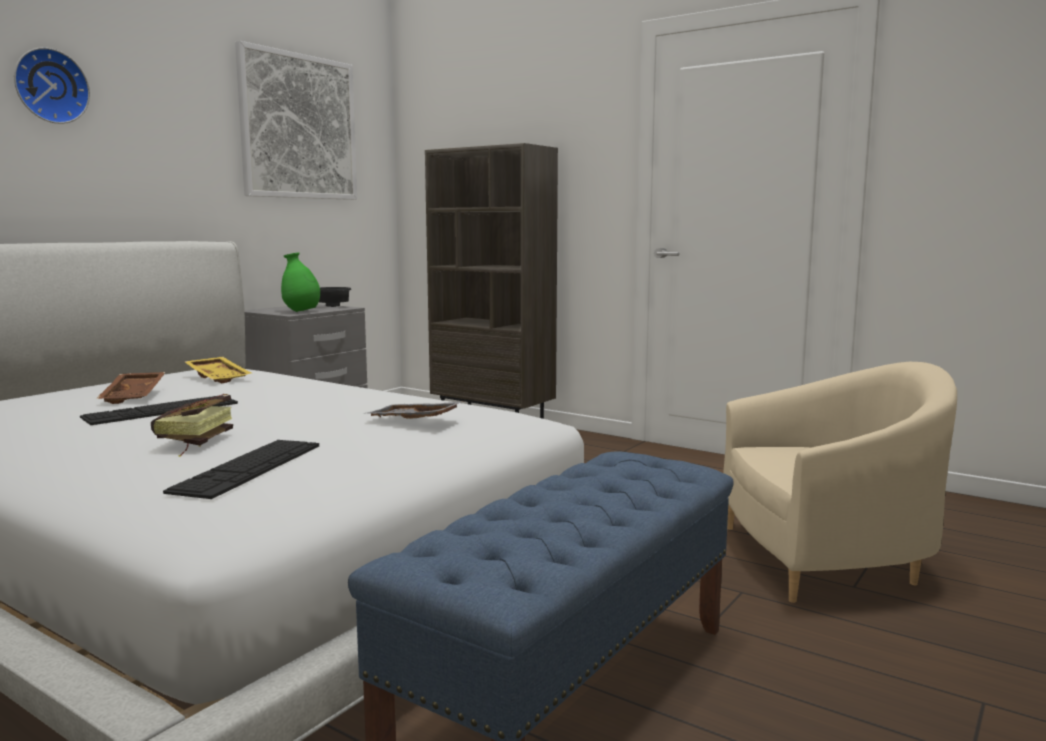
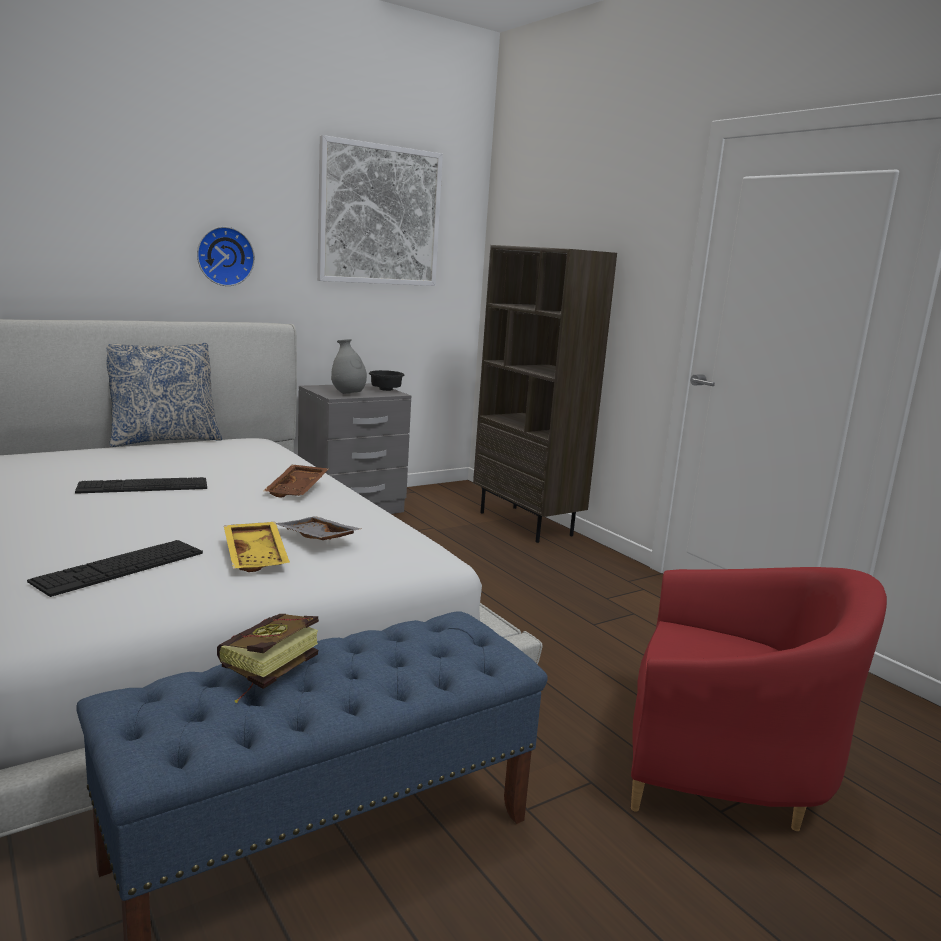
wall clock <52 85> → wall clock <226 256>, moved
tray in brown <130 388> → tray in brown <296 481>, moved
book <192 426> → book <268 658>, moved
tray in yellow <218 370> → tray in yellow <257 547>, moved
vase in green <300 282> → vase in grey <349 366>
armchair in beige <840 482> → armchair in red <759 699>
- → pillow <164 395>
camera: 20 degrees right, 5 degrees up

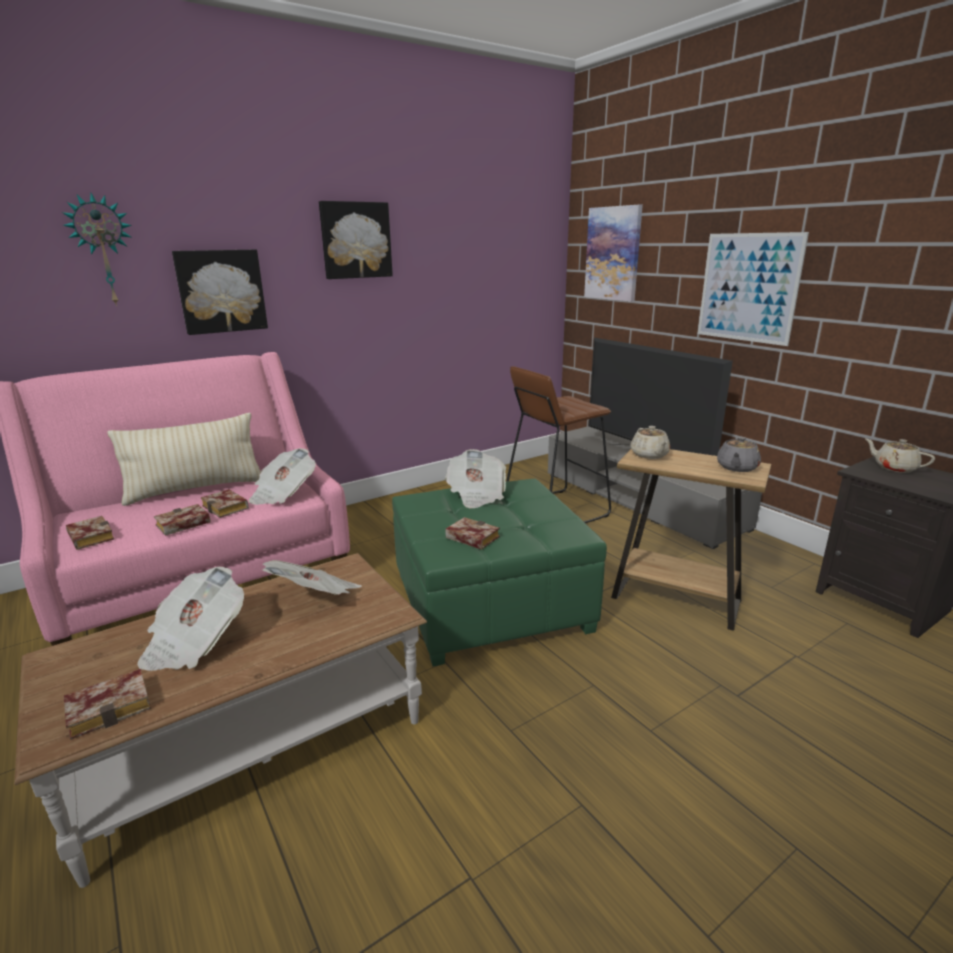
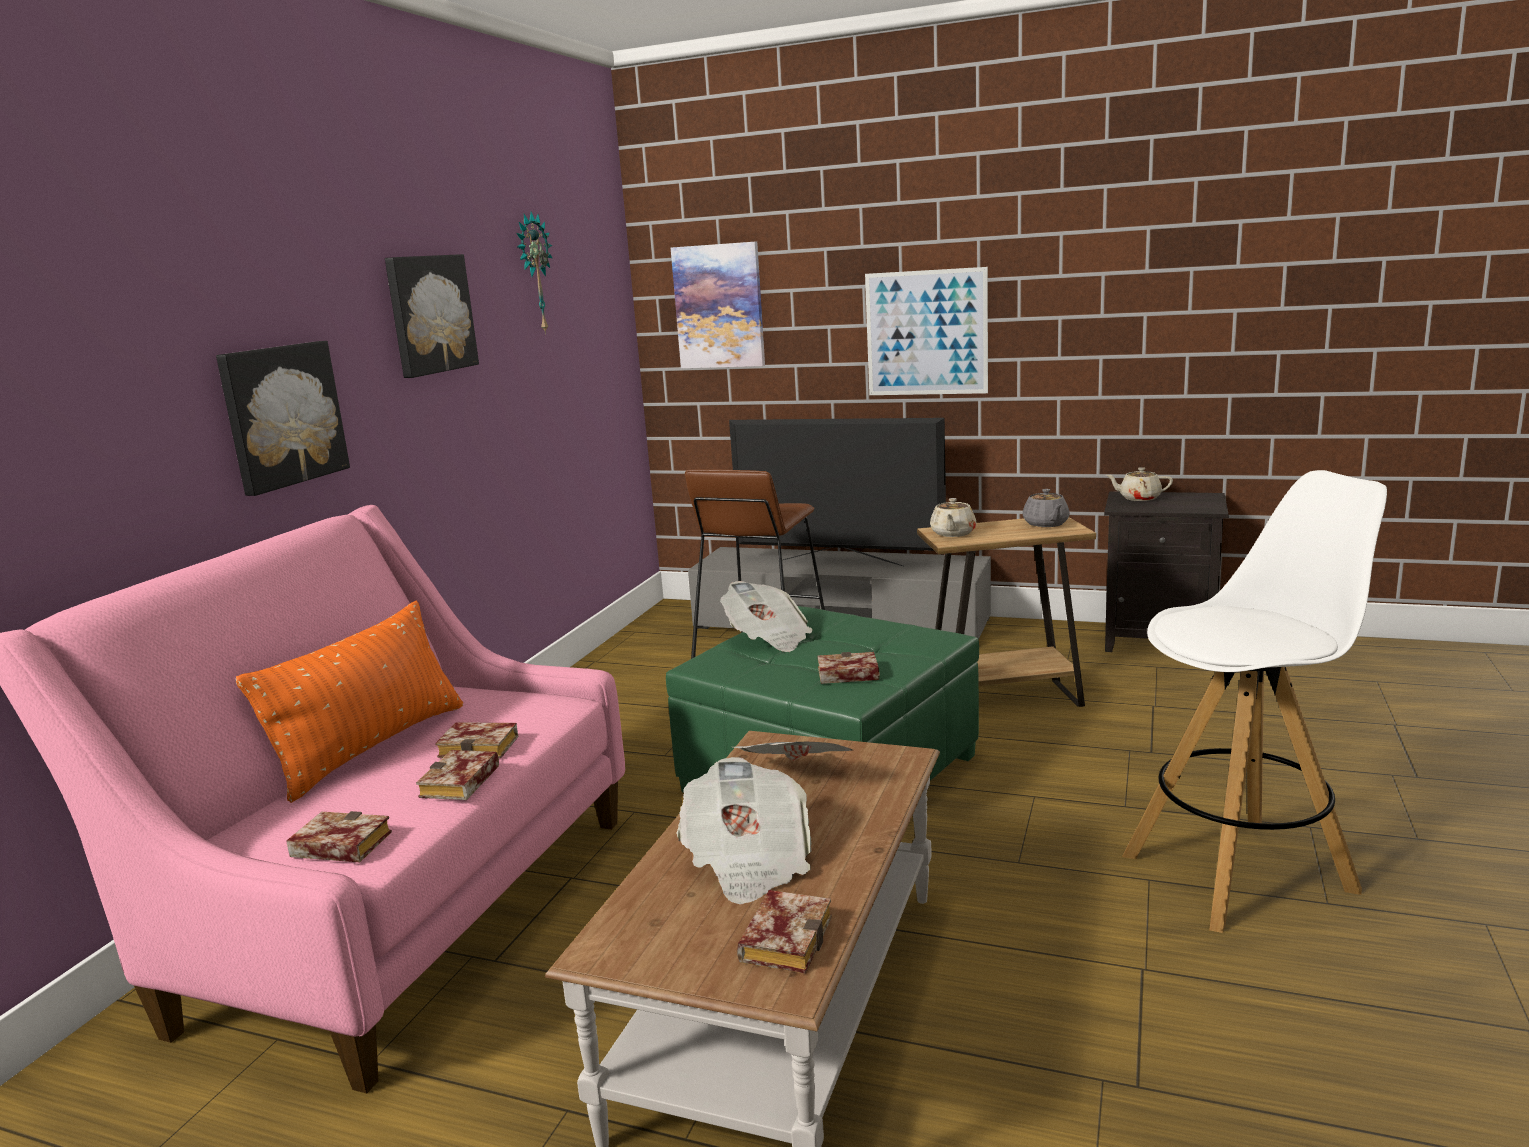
wall clock <97 249> → wall clock <534 273>, moved
pillow in beige <184 459> → pillow in orange <349 701>
newspaper <282 476> → -
teapot in beige <650 442> → teapot in beige <953 517>, 60 degrees clockwise
- → stool in white <1254 701>
camera: 35 degrees left, 5 degrees down

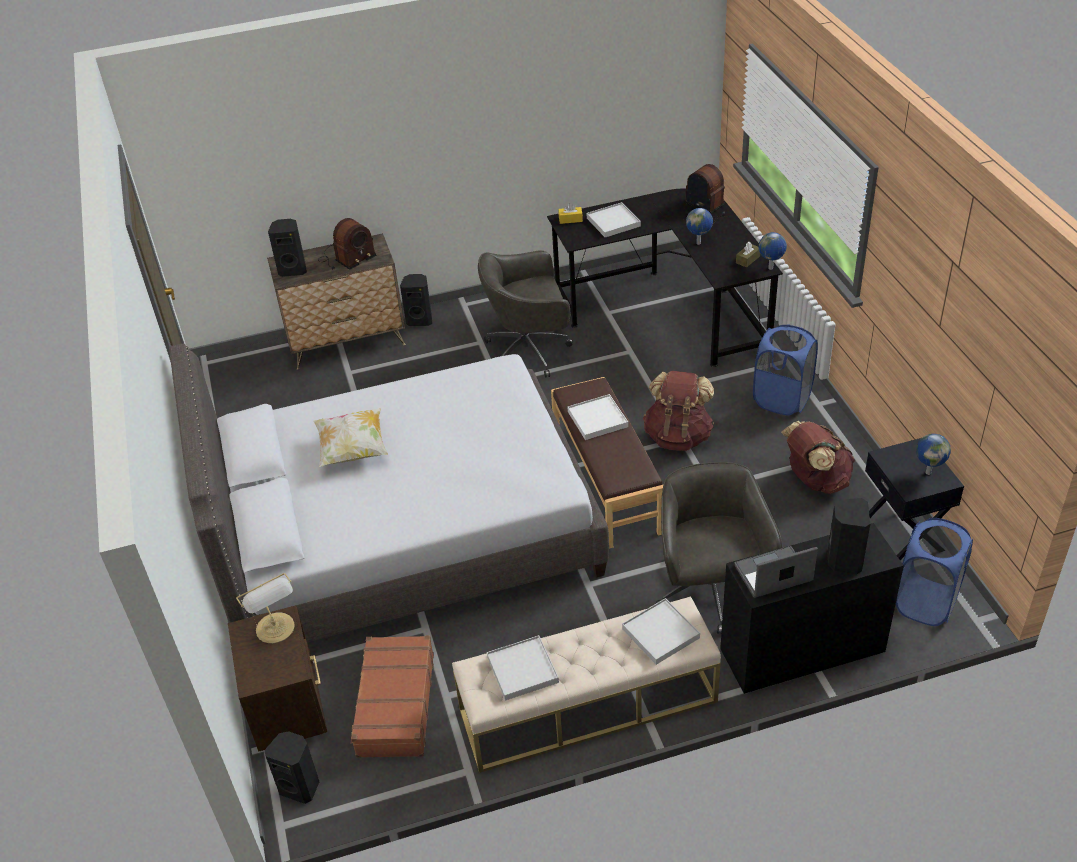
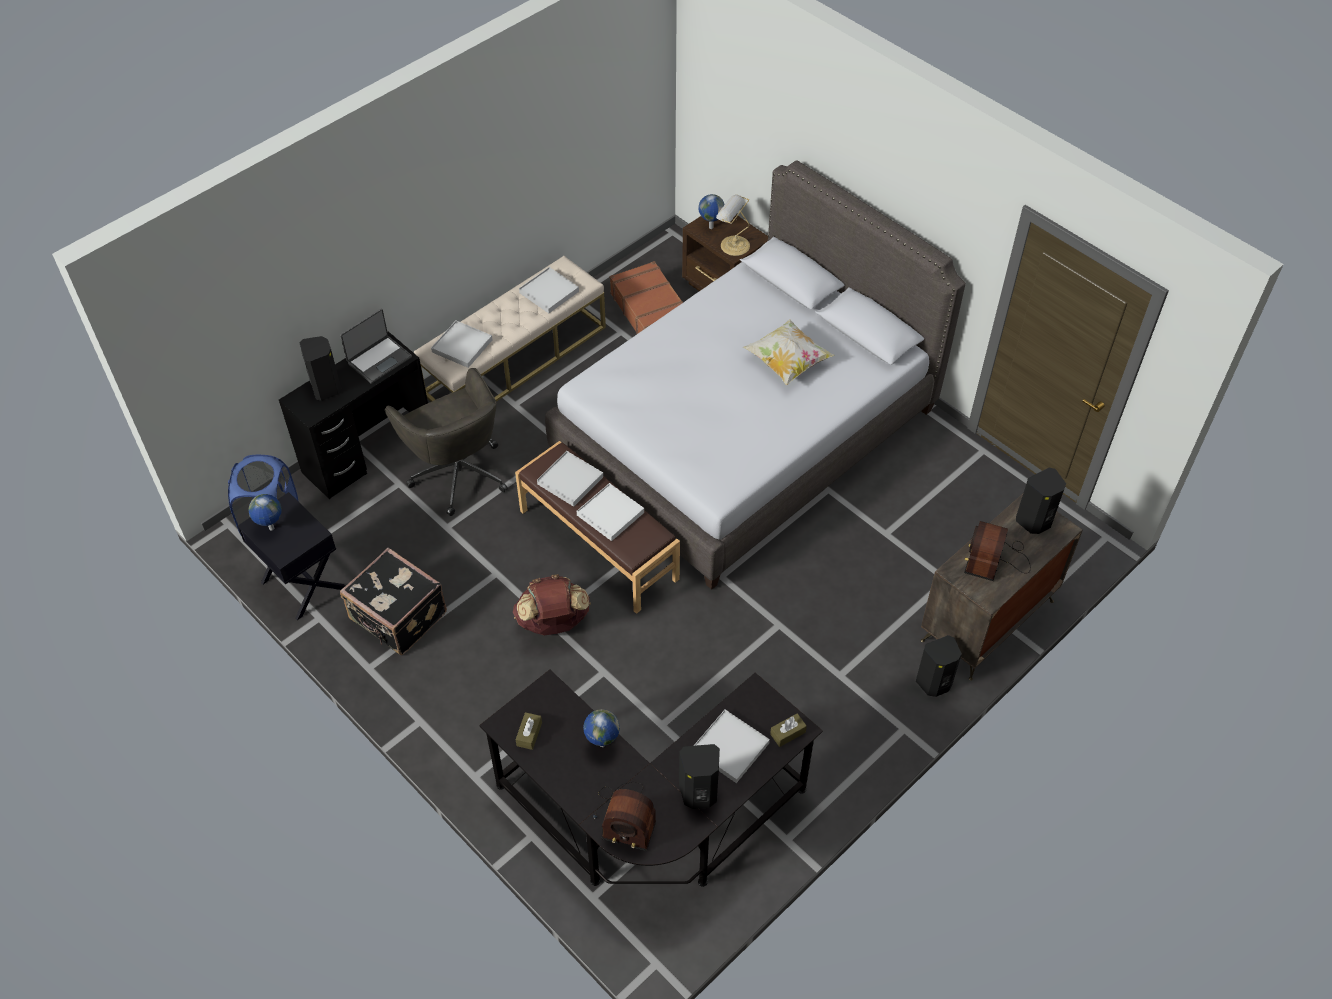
speaker in black <291 767> → speaker in black <699 776>, moved
office chair in grey <525 314> → -
tissue box in yellow <570 213> → tissue box in brown <788 730>
laundry basket in blue <785 370> → -
globe <773 251> → globe <712 211>, moved
backpack in brown <818 457> → suitcase in black <393 601>
- → tray in white <570 479>
camera: 150 degrees right, 10 degrees up

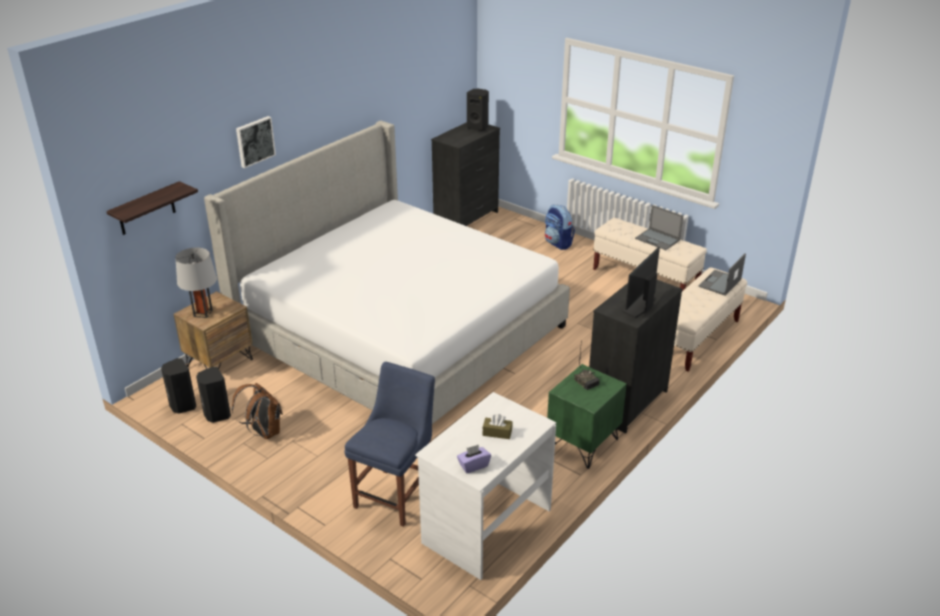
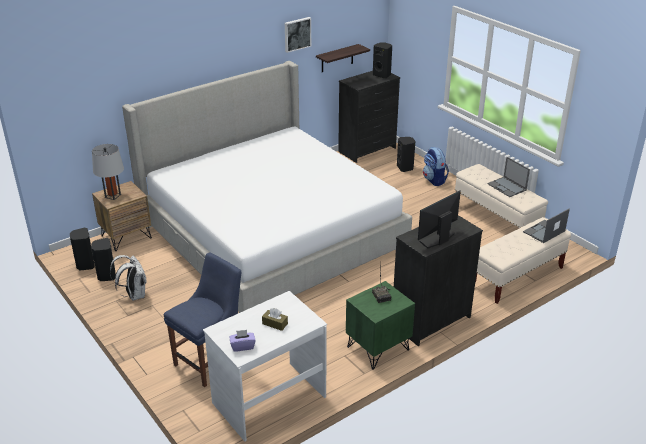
shelf <152 208> → shelf <343 58>, moved
backpack in brown <257 411> → backpack in white <128 278>
picture <256 142> → picture <298 35>, moved
- → speaker in black <406 154>
camera: 15 degrees right, 0 degrees up

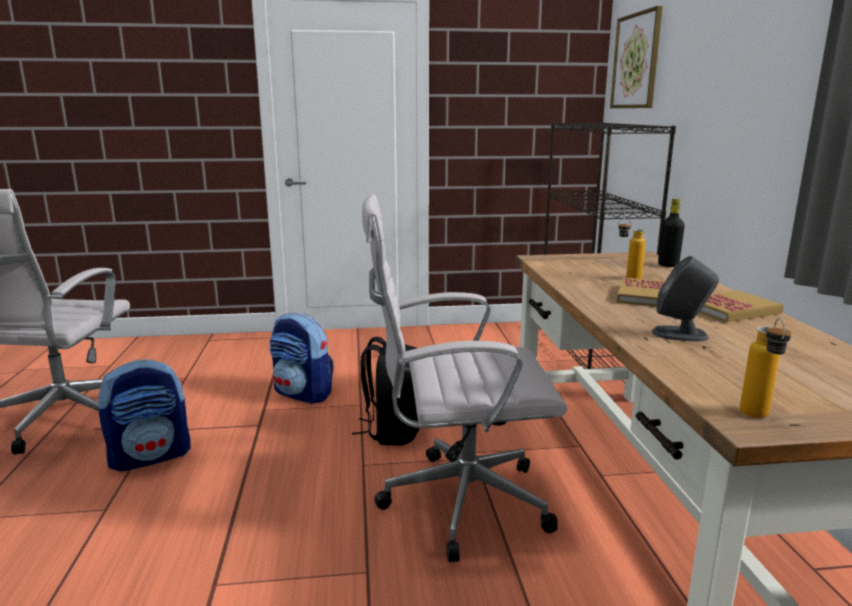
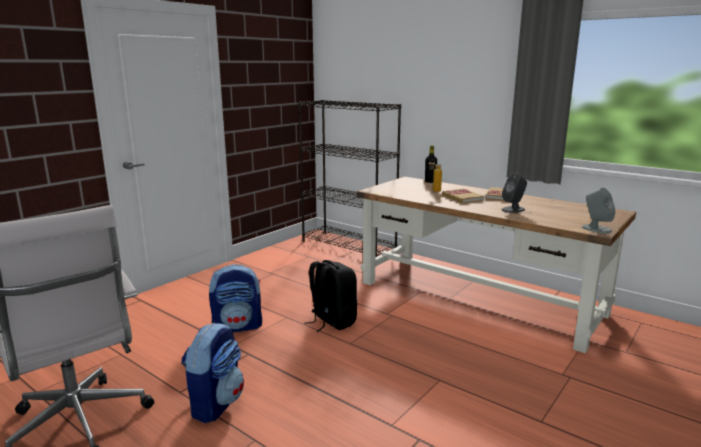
office chair in white <465 378> → -
picture <636 57> → -
bottle <765 368> → speaker in grey <599 211>
camera: 45 degrees left, 0 degrees up

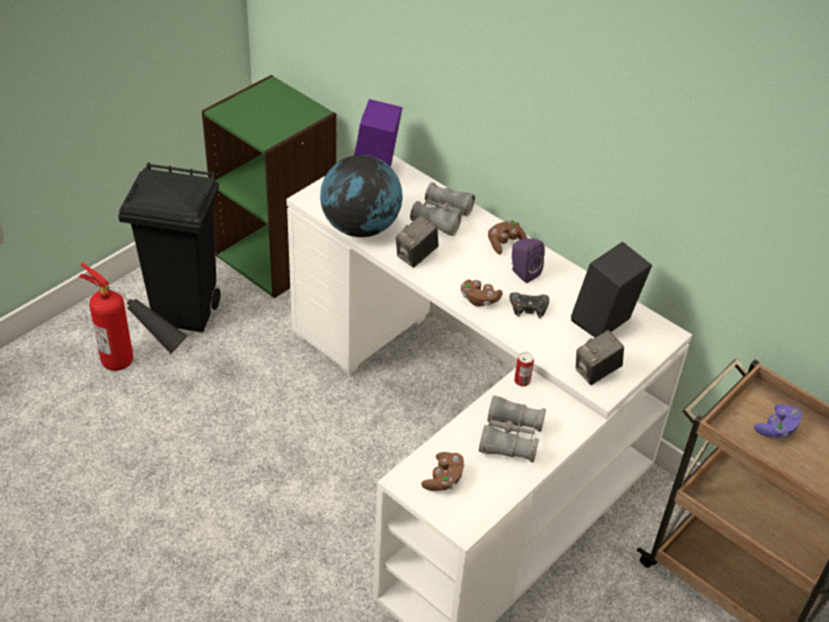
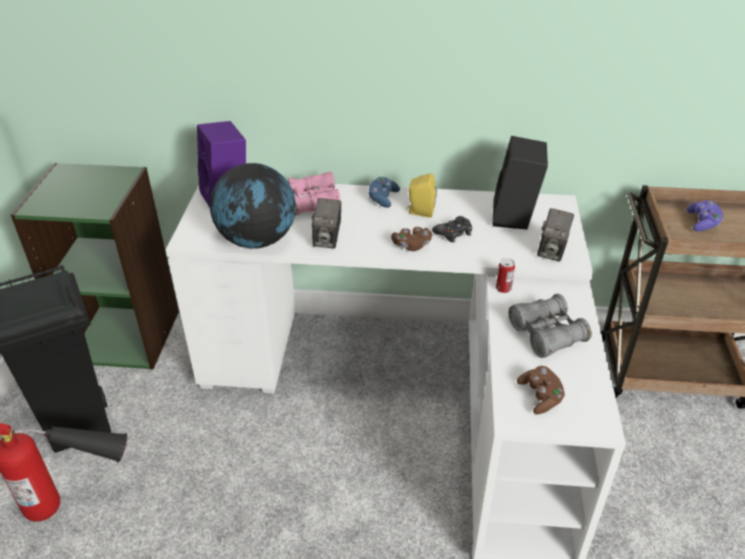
binoculars in grey <442 209> → binoculars in pink <314 193>
game controller in brown <507 237> → game controller in blue <384 192>
speaker in purple <528 260> → speaker in yellow <421 195>
camera: 35 degrees left, 5 degrees down

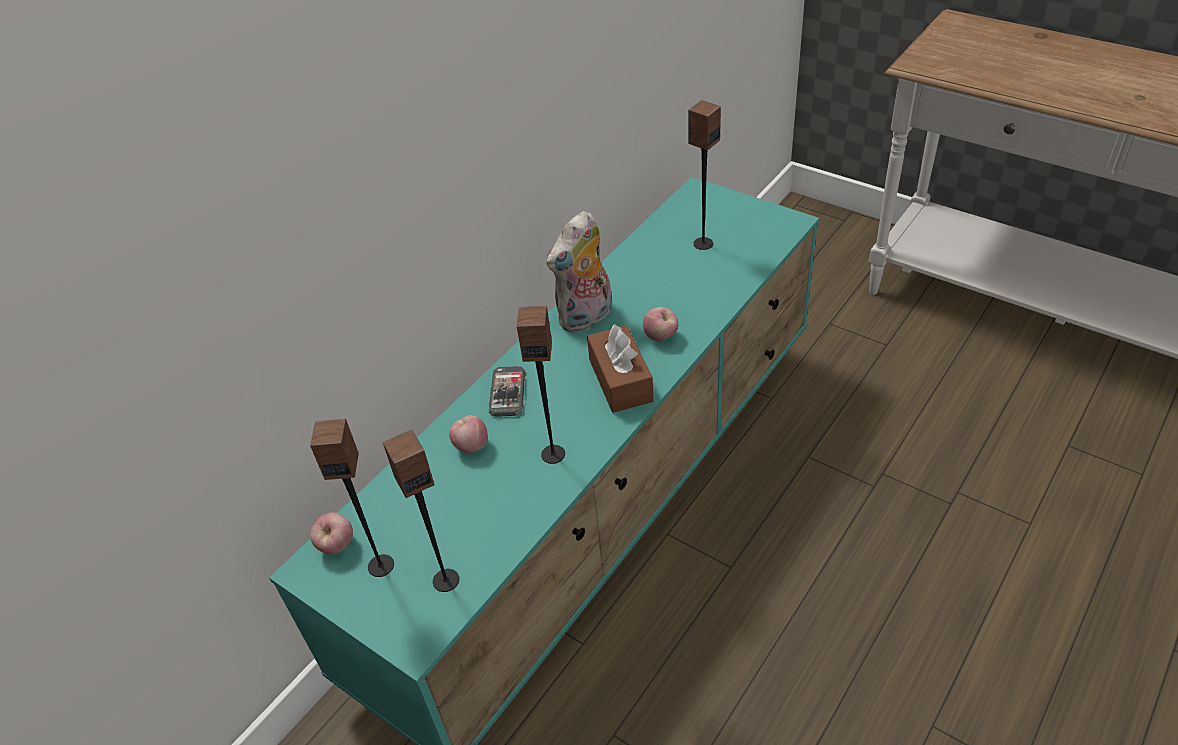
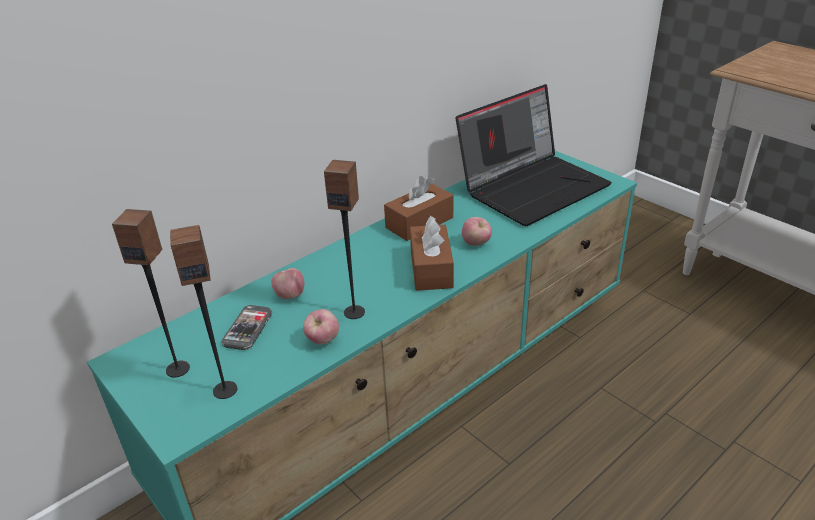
apple <331 533> → apple <321 327>, moved
phone <507 391> → phone <246 327>, moved
plush toy <579 272> → tissue box in brown <418 208>
speaker <704 175> → laptop <533 155>
camera: 10 degrees right, 10 degrees down

